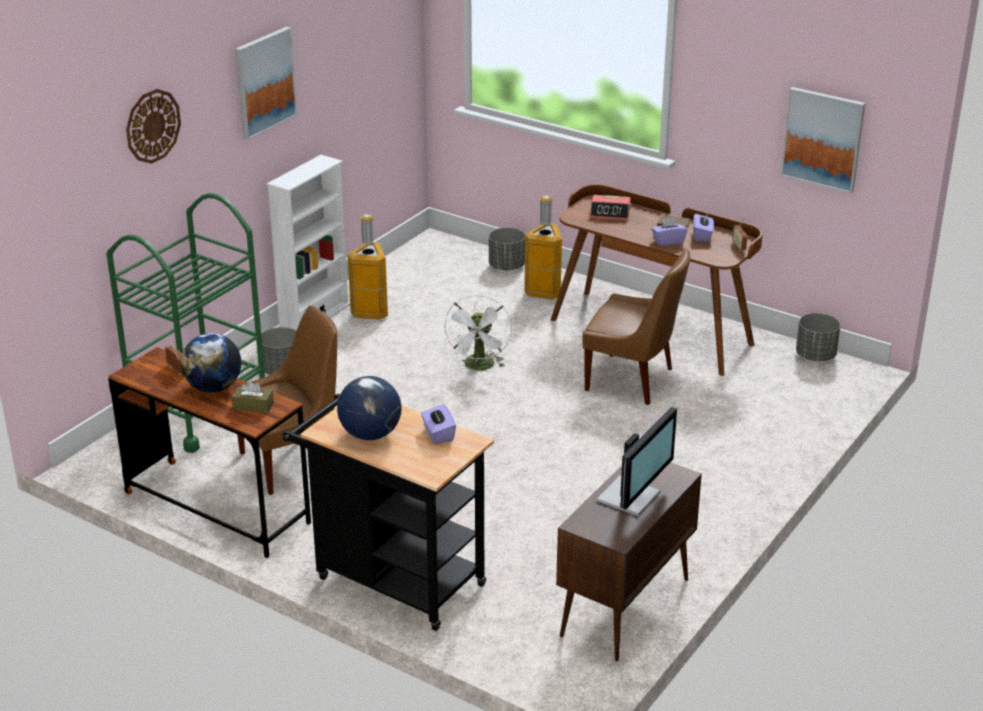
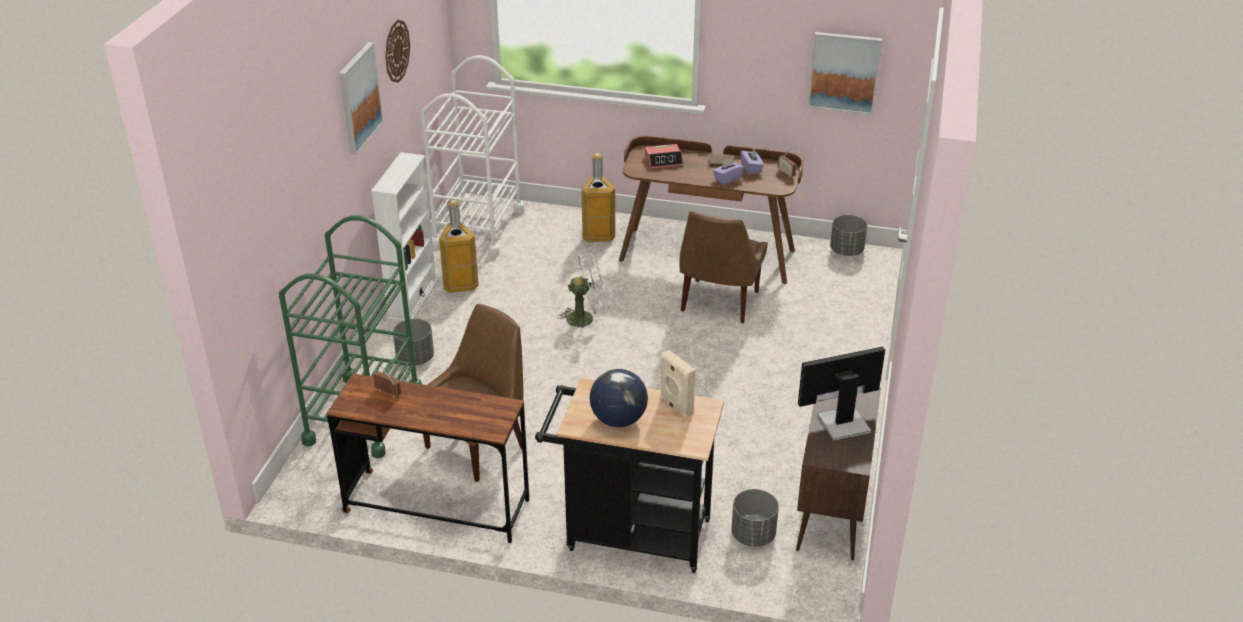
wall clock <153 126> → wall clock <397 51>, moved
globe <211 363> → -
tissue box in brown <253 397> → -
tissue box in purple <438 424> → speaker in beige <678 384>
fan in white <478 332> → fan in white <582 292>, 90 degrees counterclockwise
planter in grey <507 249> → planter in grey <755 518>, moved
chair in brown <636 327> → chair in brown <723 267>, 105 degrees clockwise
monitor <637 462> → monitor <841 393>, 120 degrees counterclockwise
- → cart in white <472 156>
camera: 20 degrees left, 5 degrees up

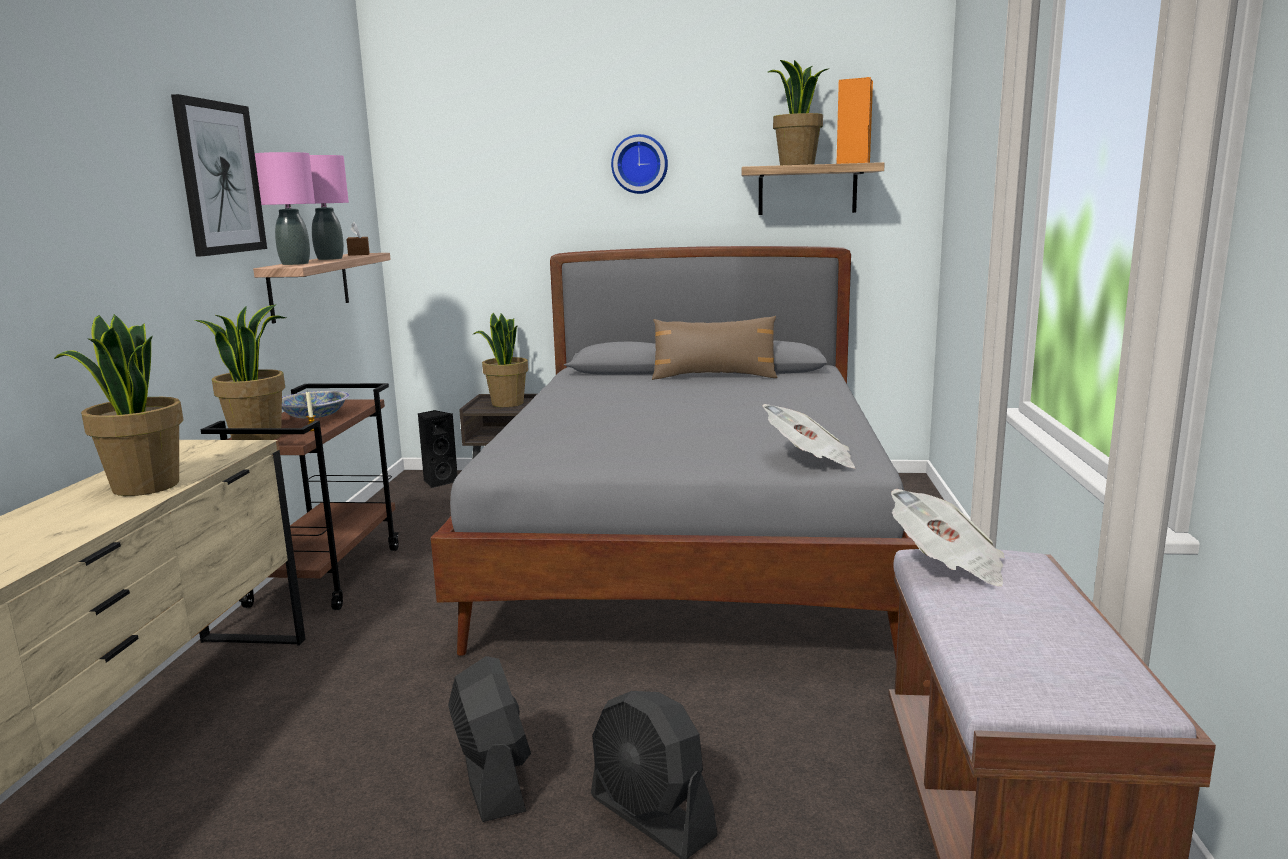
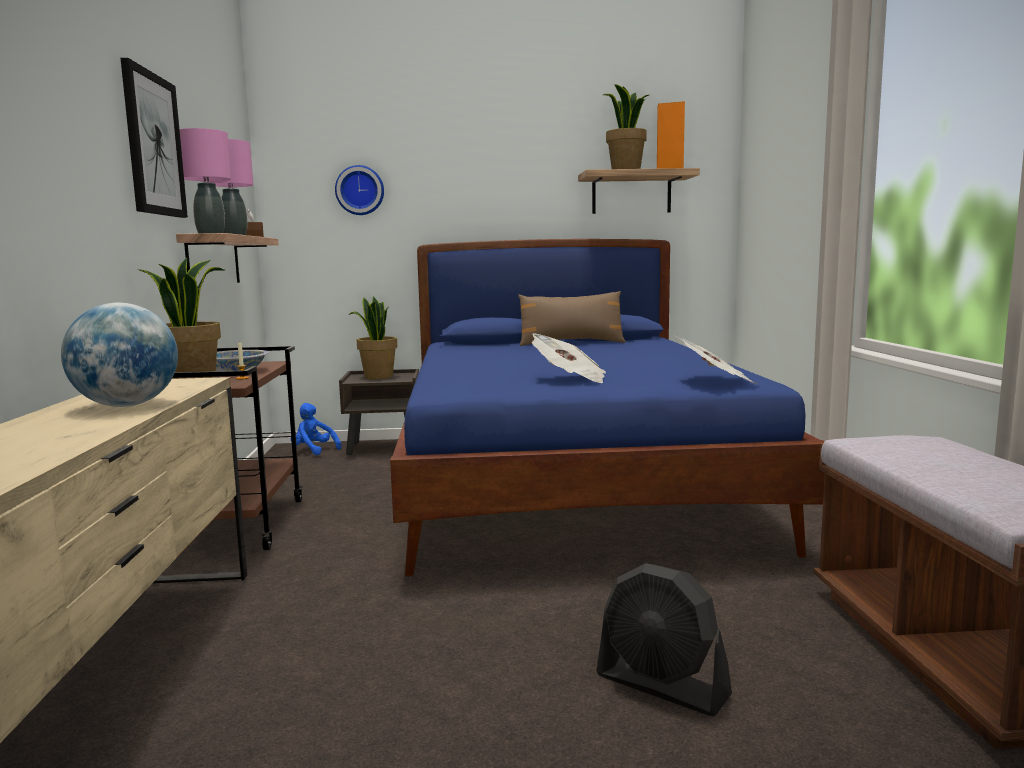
potted plant <118 405> → globe <119 355>
speaker in black <438 449> → plush toy in blue <316 429>
bed in grey <675 452> → bed in blue <607 408>
fan in black <489 739> → -
wall clock <639 164> → wall clock <359 190>, moved
newspaper <947 538> → newspaper <569 358>, moved
camera: 10 degrees left, 5 degrees down

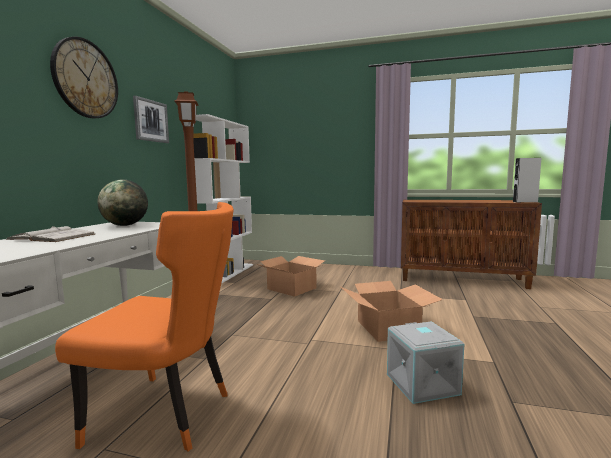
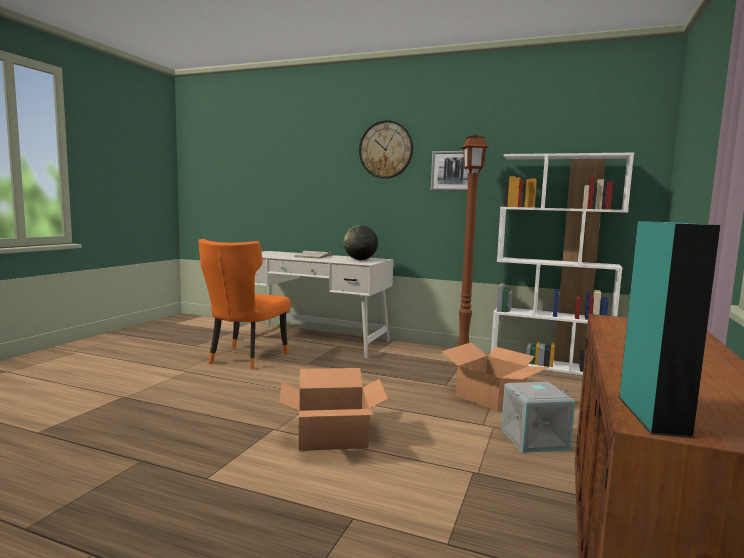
storage box in grey <425 363> → storage box in grey <538 417>, moved
speaker in grey <527 180> → speaker in turquoise <669 329>
camera: 95 degrees right, 0 degrees up

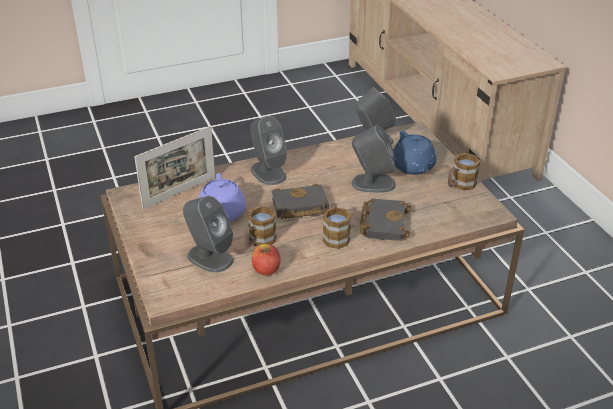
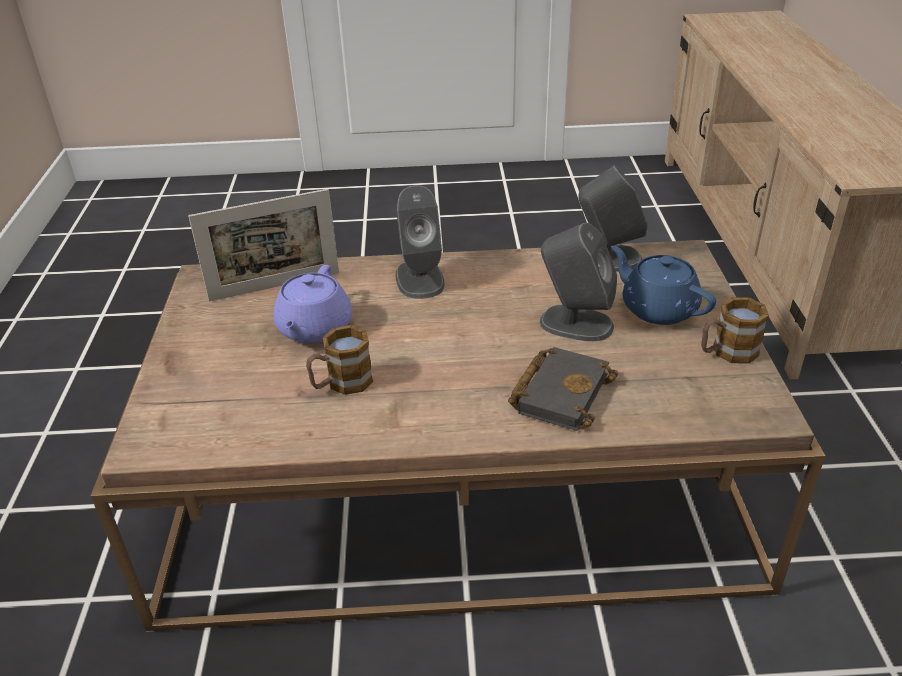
speaker in grey <208 234> → -
apple <266 259> → -
book in black <300 201> → -
mug <337 226> → -
teapot in blue <414 152> → teapot in blue <663 285>, 135 degrees clockwise
camera: 20 degrees right, 0 degrees up

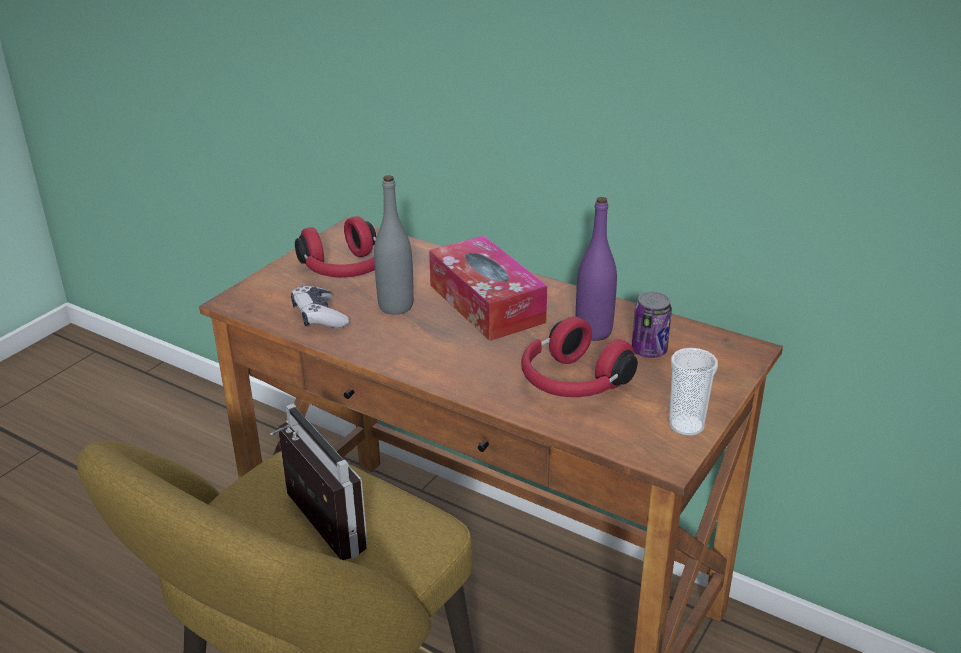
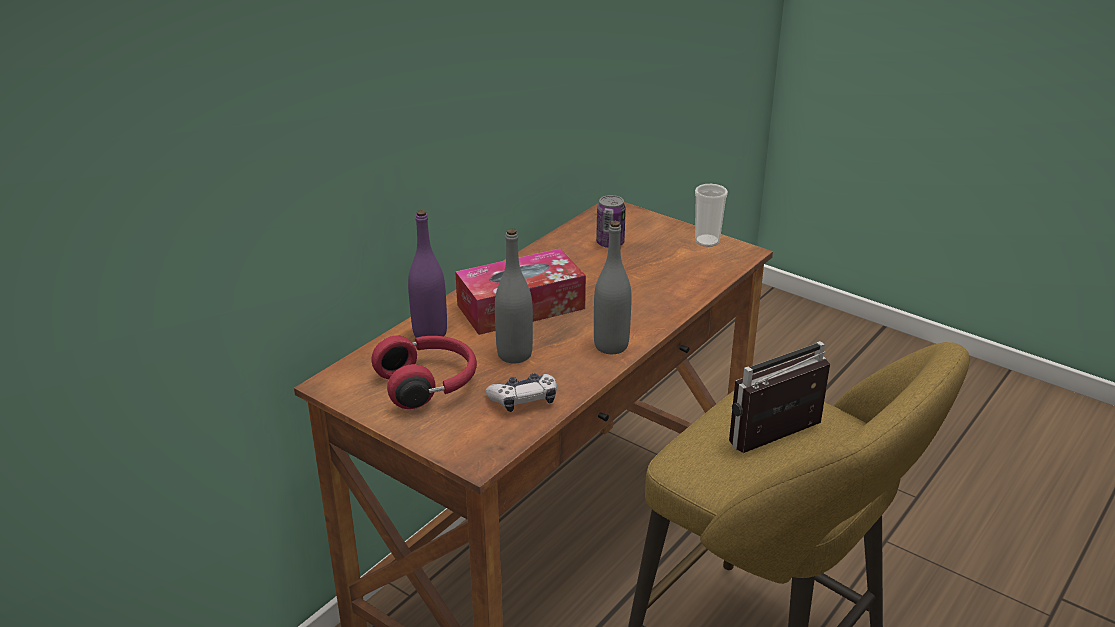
headphones in red <579 357> → -
bottle in purple <596 269> → bottle in purple <427 274>, moved
- → bottle in grey <612 287>
camera: 85 degrees left, 0 degrees up

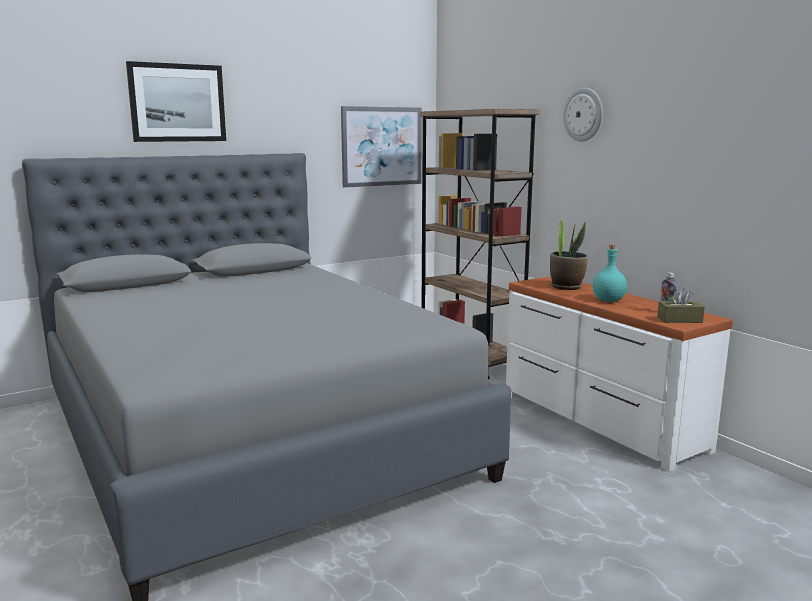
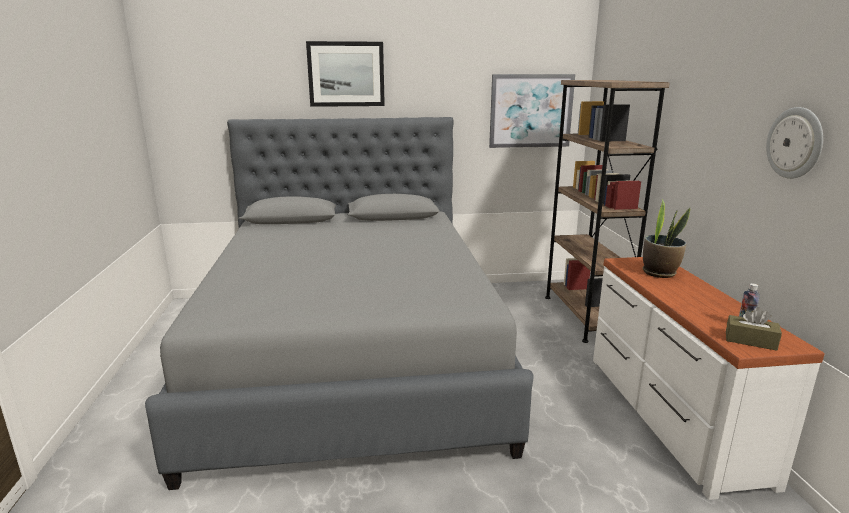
wall clock <583 115> → wall clock <794 143>, moved
bottle in turquoise <610 273> → -
camera: 25 degrees right, 5 degrees up

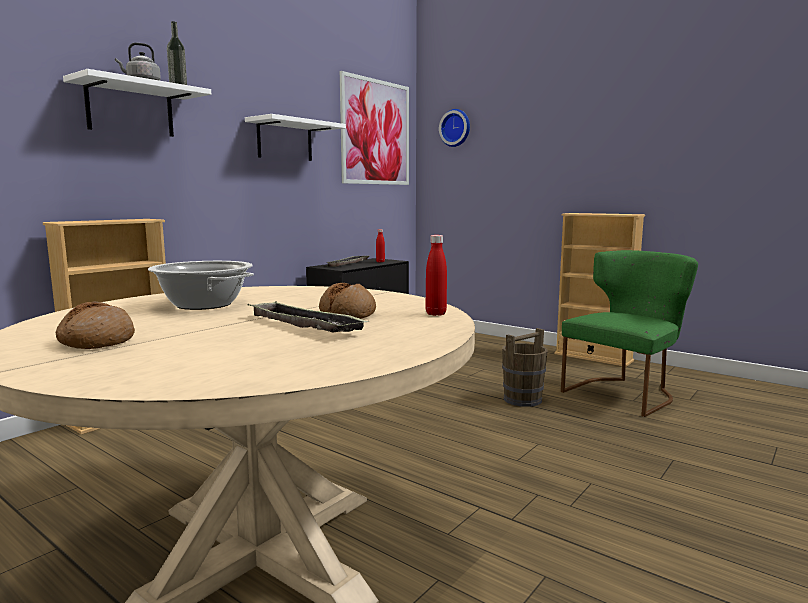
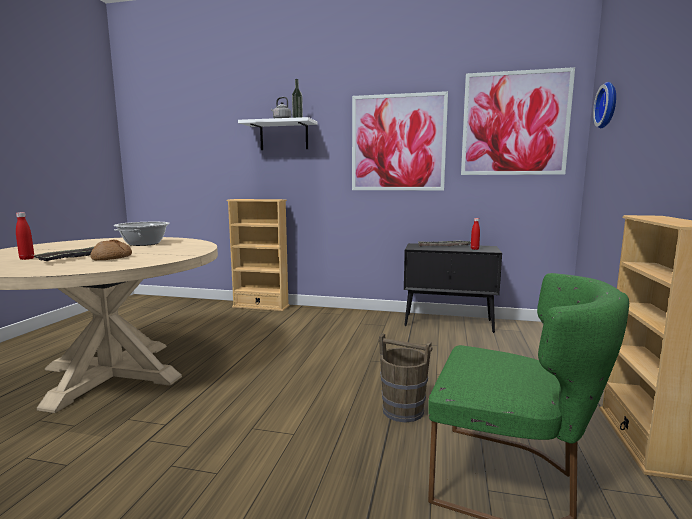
bread <95 325> → -
shelf in white <295 137> → picture <400 141>
bottle in red <436 275> → bottle in red <25 236>, moved
camera: 65 degrees right, 0 degrees up

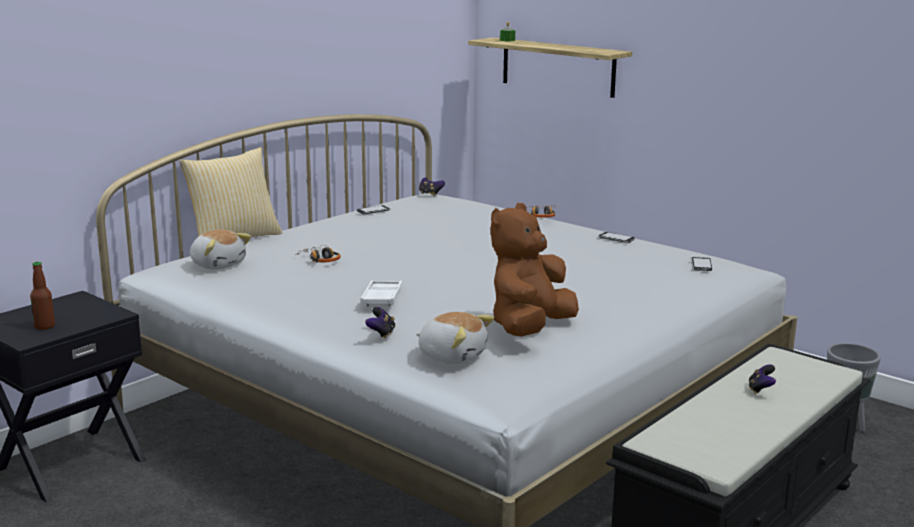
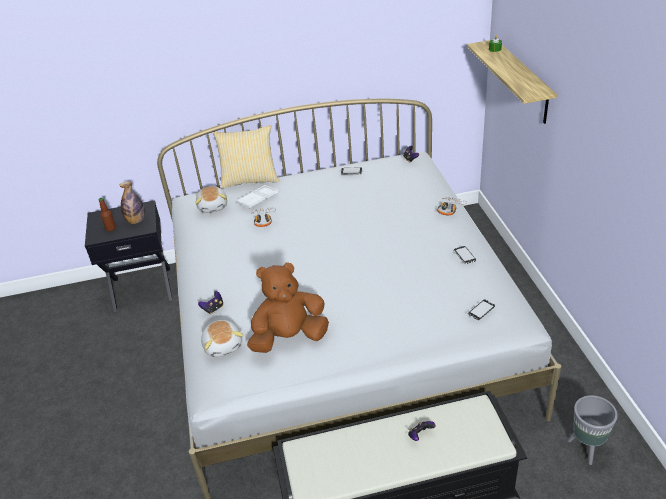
tray in white <381 293> → tray in white <257 196>, moved
- → bottle <132 202>
camera: 40 degrees right, 20 degrees up

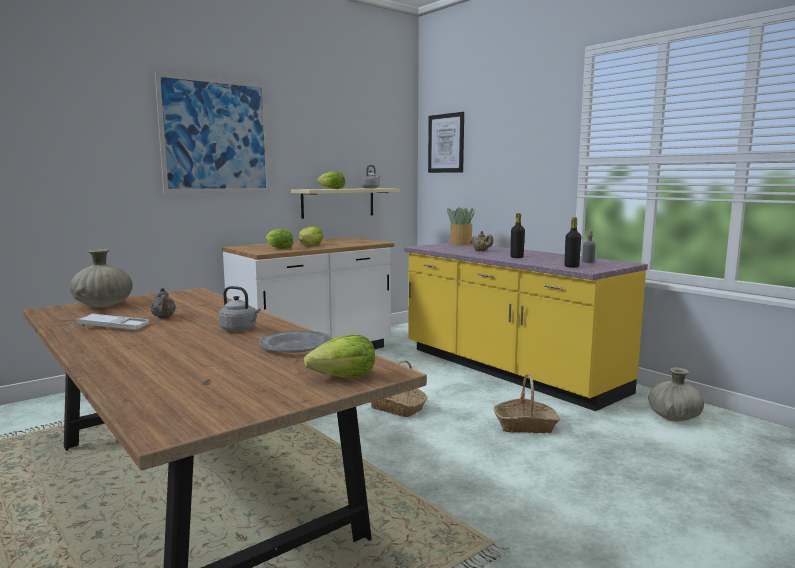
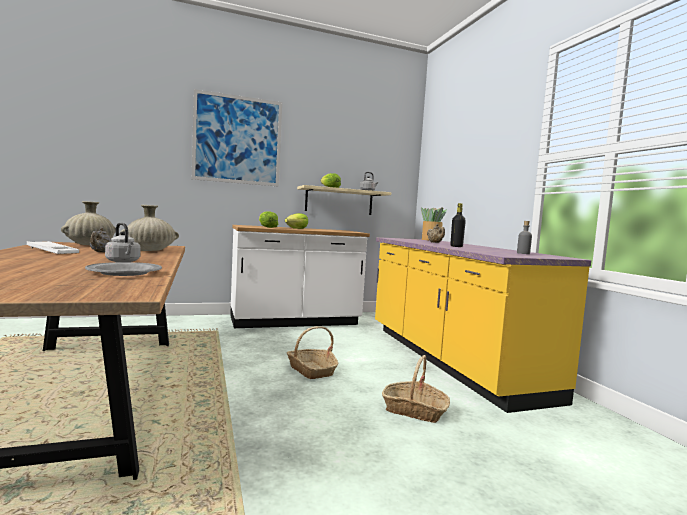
lettuce <339 356> → -
picture <446 142> → -
bottle in black <572 242> → -
vase in beige <676 395> → vase in beige <149 228>, moved
camera: 20 degrees right, 5 degrees down

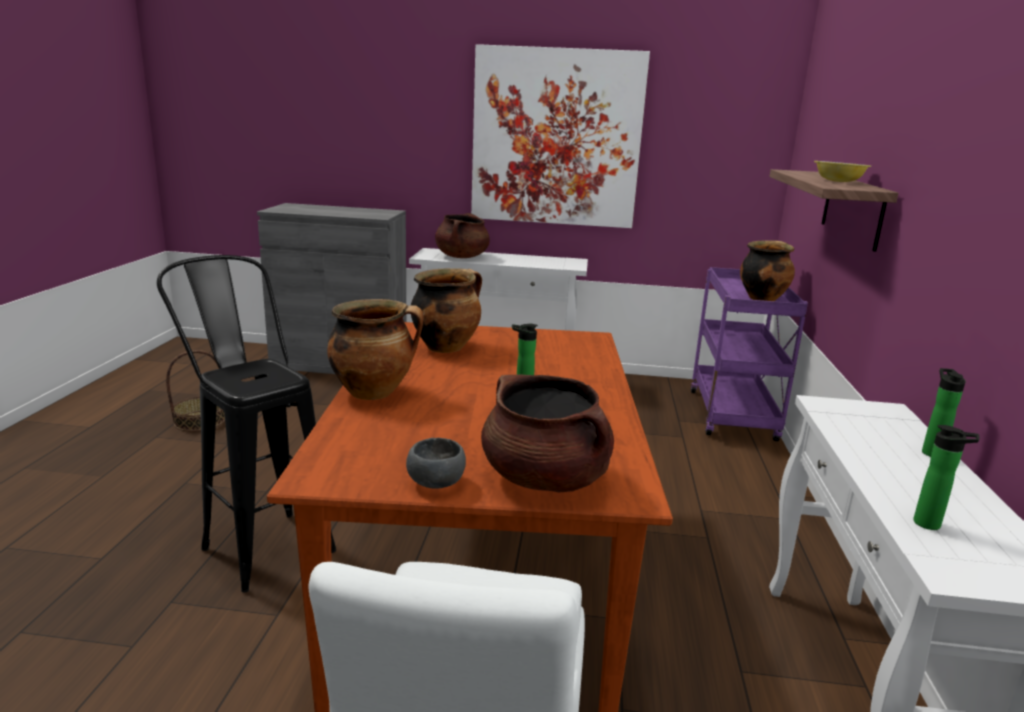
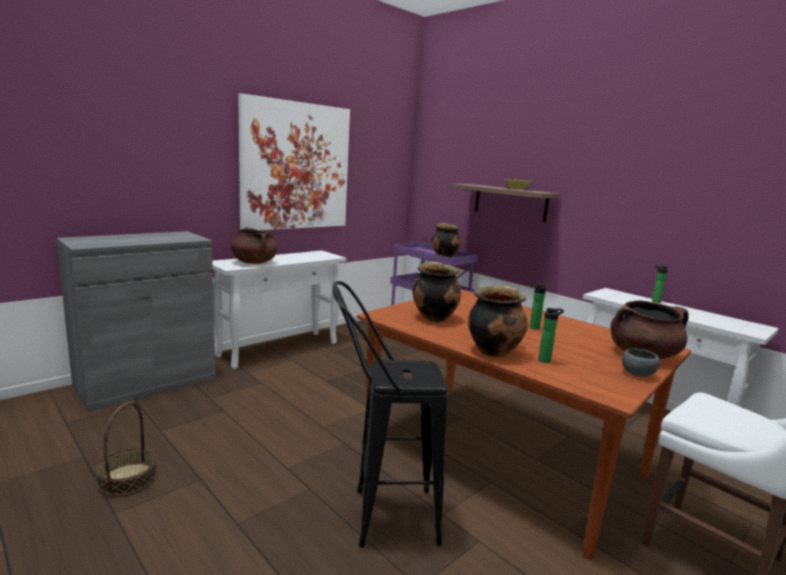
bottle <946 477> → bottle <551 335>, moved
camera: 50 degrees left, 5 degrees down

